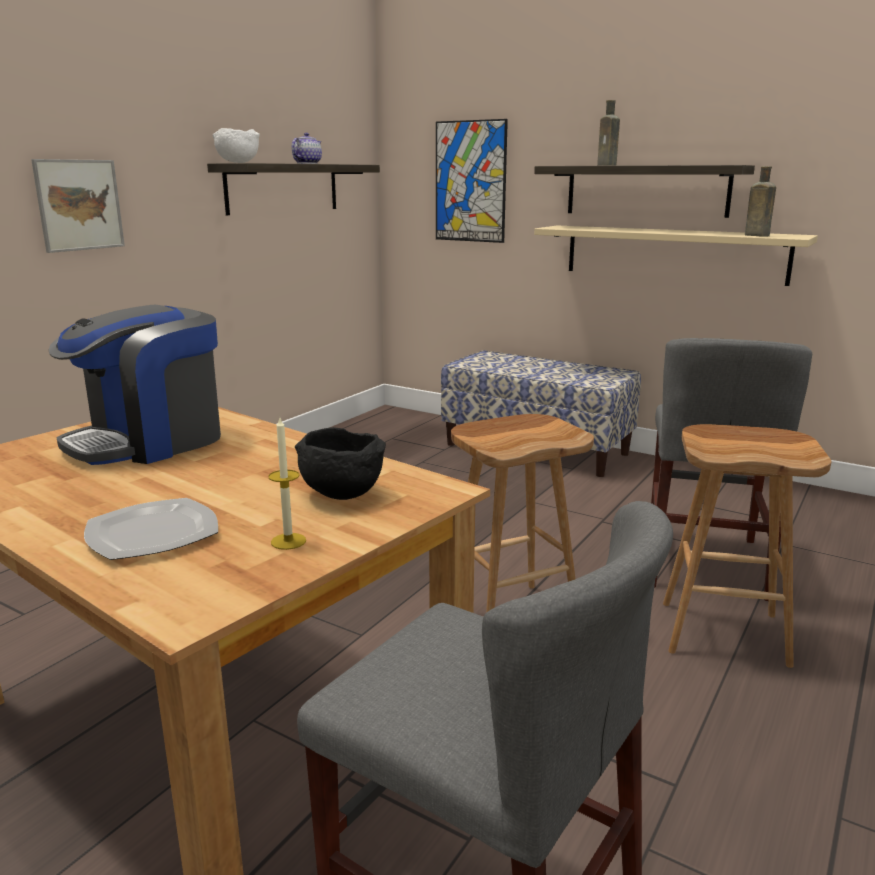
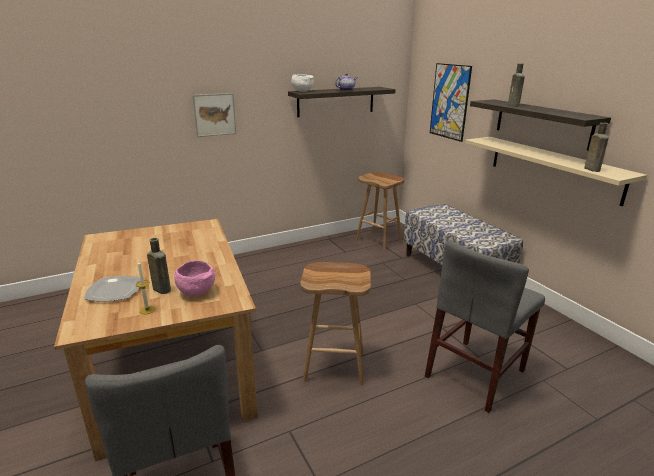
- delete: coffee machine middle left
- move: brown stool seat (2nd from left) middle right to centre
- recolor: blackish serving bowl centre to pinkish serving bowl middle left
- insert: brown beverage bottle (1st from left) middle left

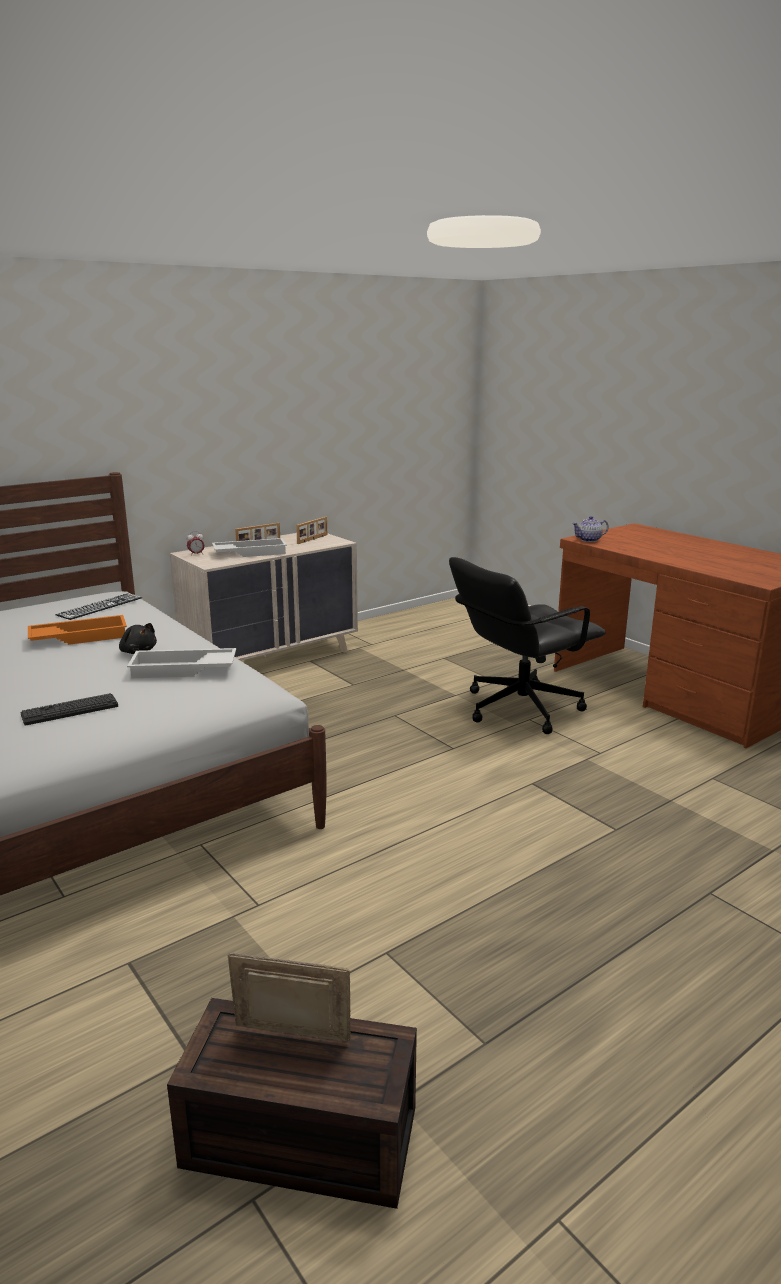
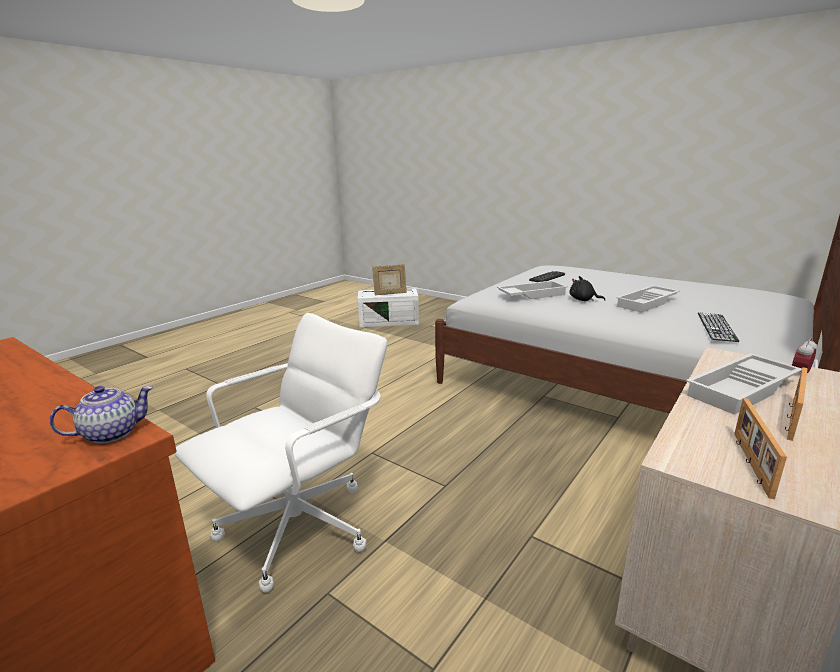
- recolor: blackish office chair middle right to whitish office chair bottom centre
- recolor: orangey serving tray middle left to whitish serving tray (2nd from left) middle right
- recolor: brown storage bin bottom centre to whitish storage bin centre

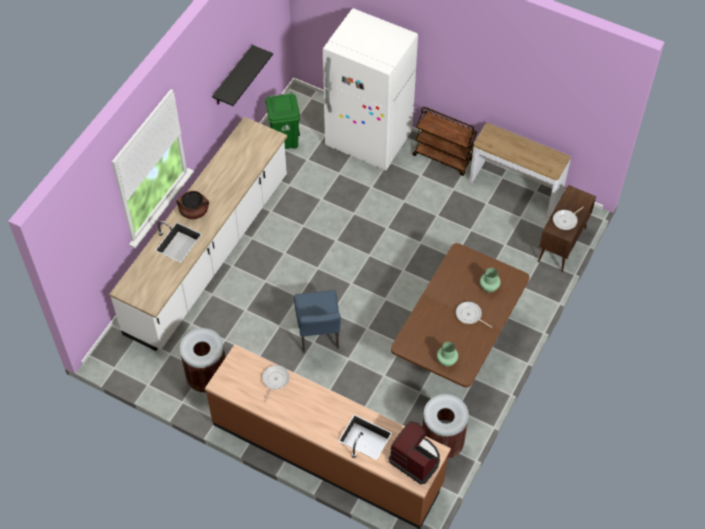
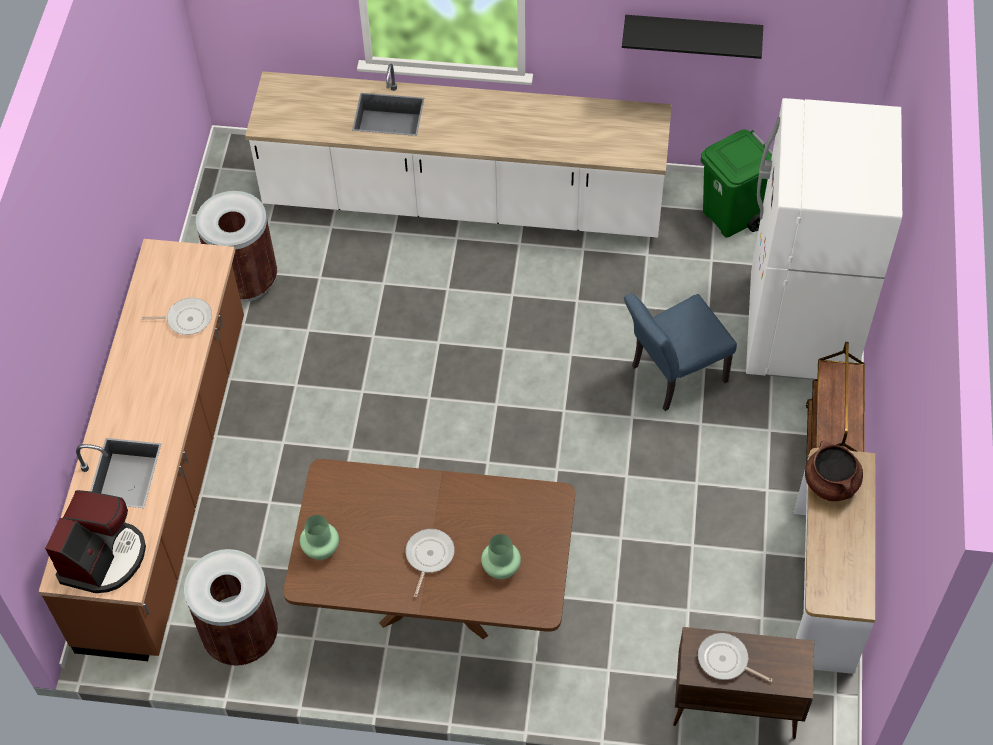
- move: brown stockpot middle left to middle right
- move: blue-coloured upright chair centre to middle right

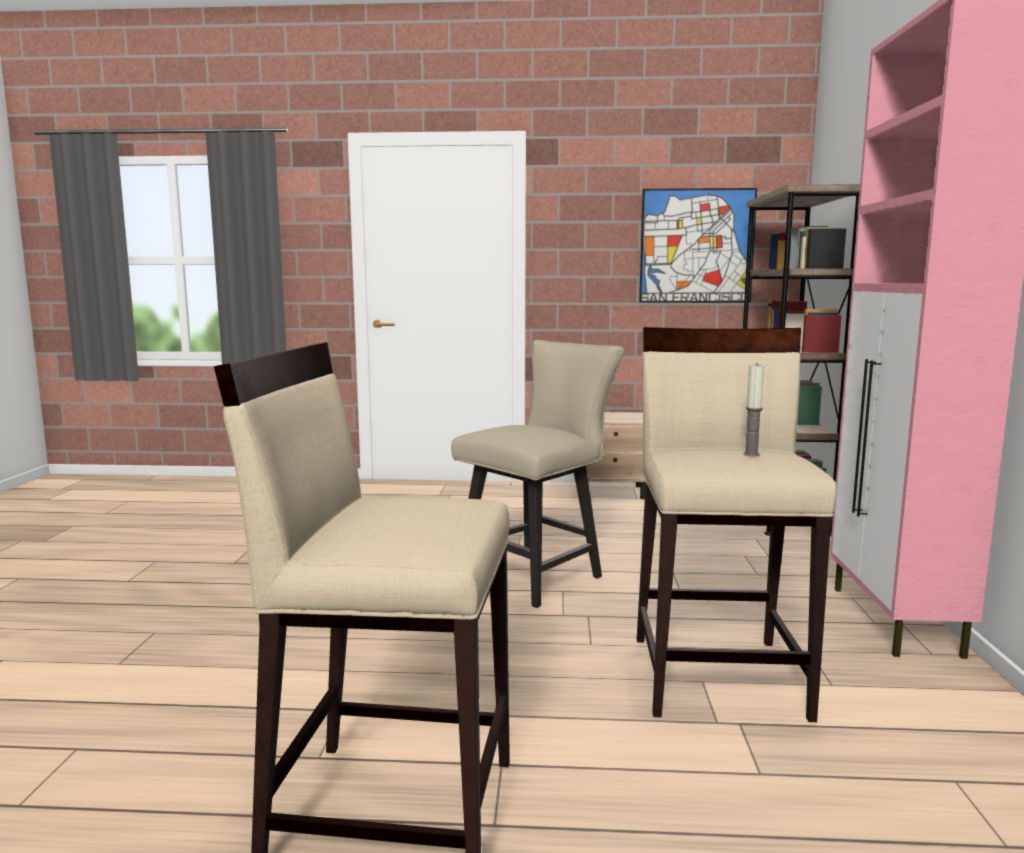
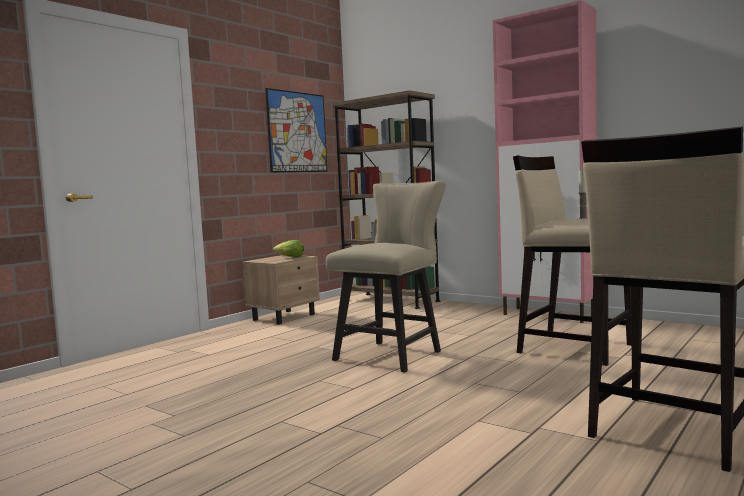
- rotate: beige upright chair centre = centre 45 degrees clockwise
- insert: lettuce centre

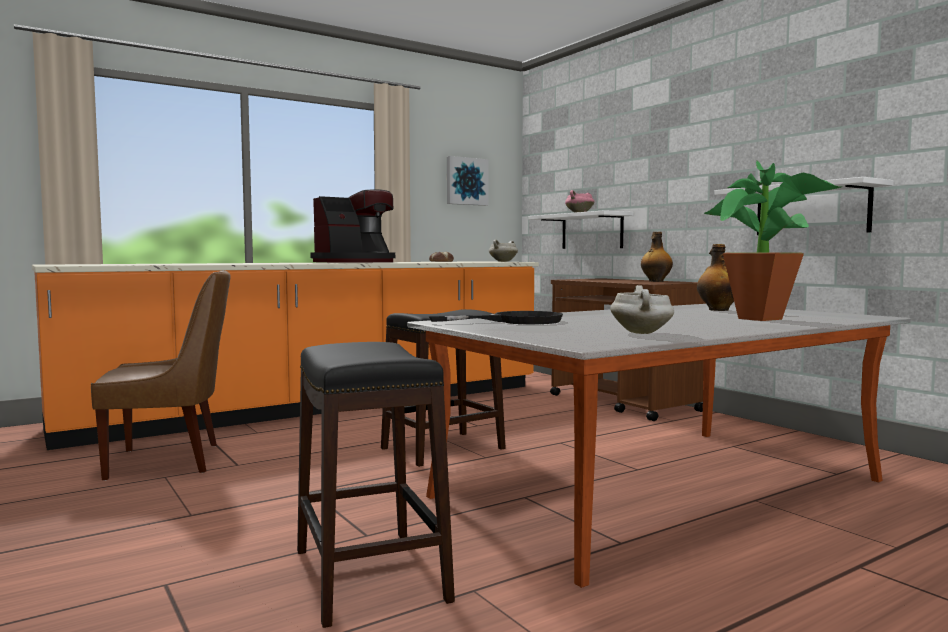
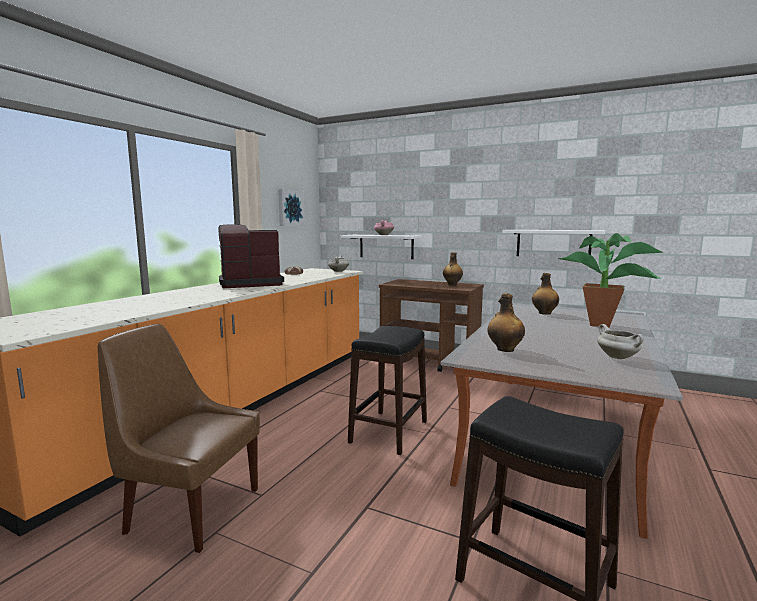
- rotate: coffee machine centre = middle left 135 degrees counterclockwise
- rotate: brown upright chair middle left = bottom left 120 degrees counterclockwise
- replace: blackish frying pan centre to beverage bottle (2nd from left) middle right

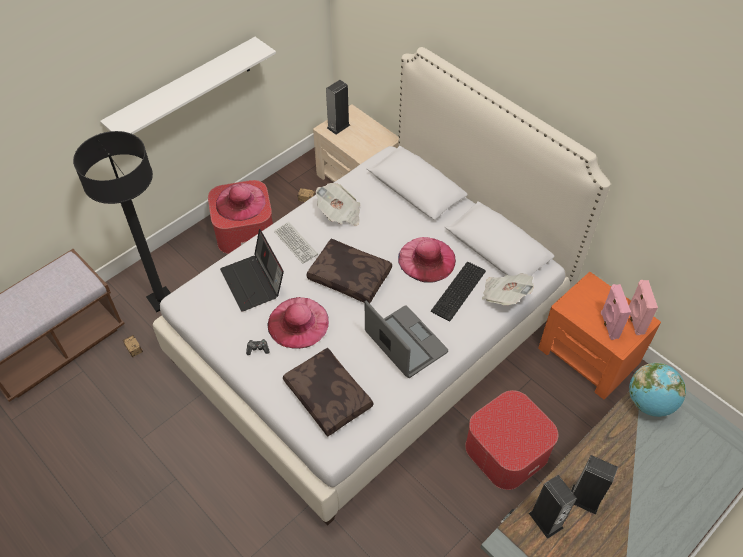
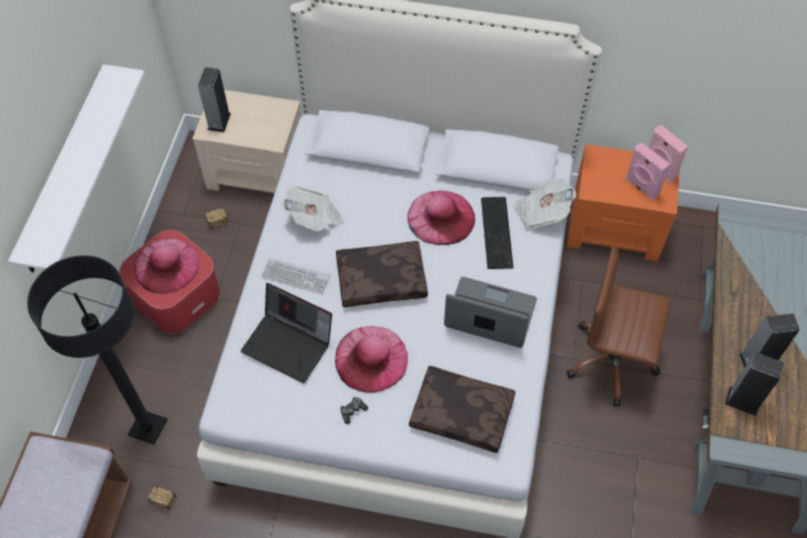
- delete: world globe bottom right
- replace: pouffe (2nd from left) bottom right to brown office chair middle right

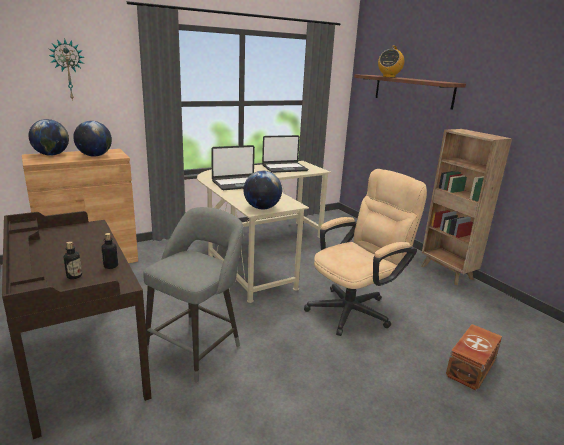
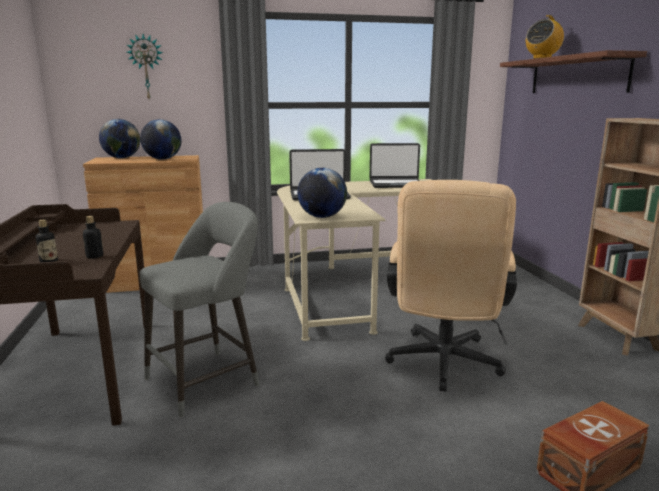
- rotate: beige office chair centre = middle right 120 degrees clockwise

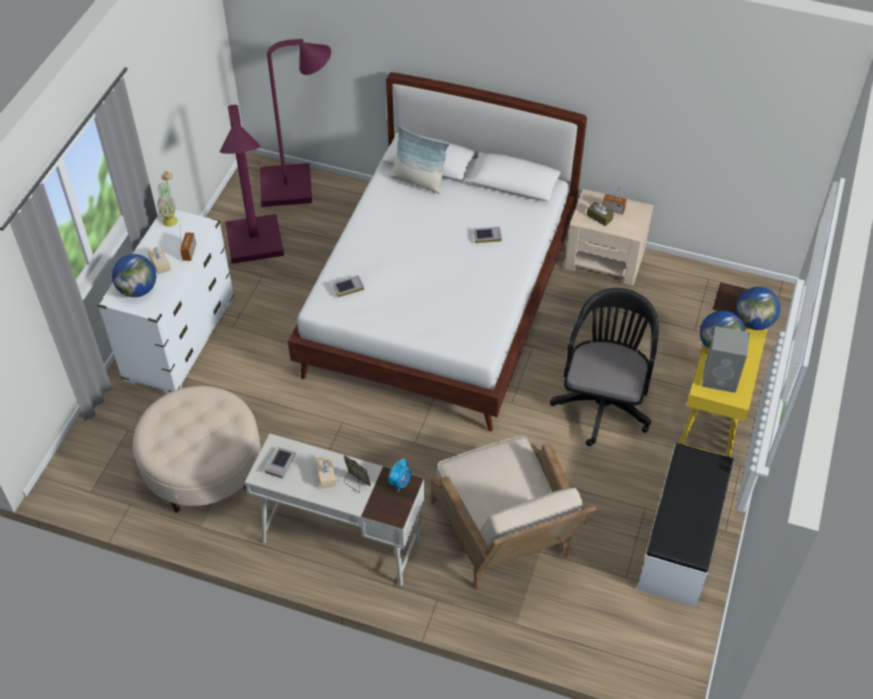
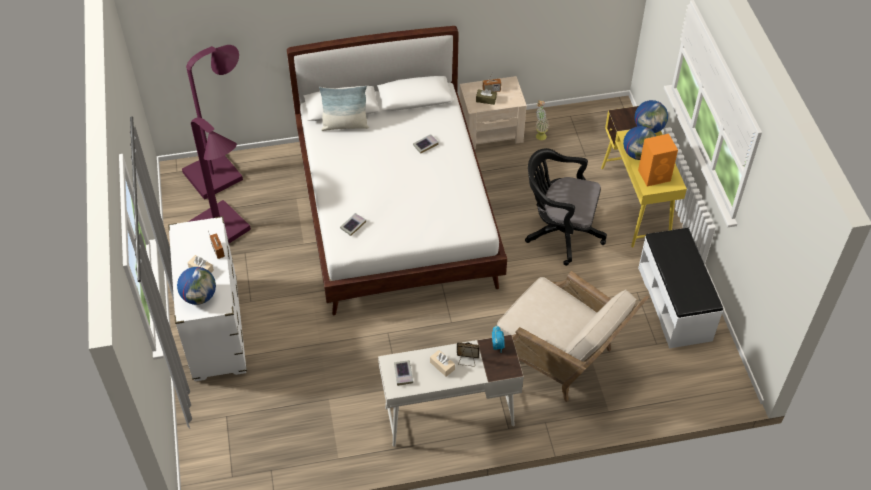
- move: potted plant top left to top centre
- rotate: blackish office chair middle right = centre 60 degrees counterclockwise
- recolor: grey audio speaker middle right to orangey audio speaker top right
- delete: beige pouffe middle left

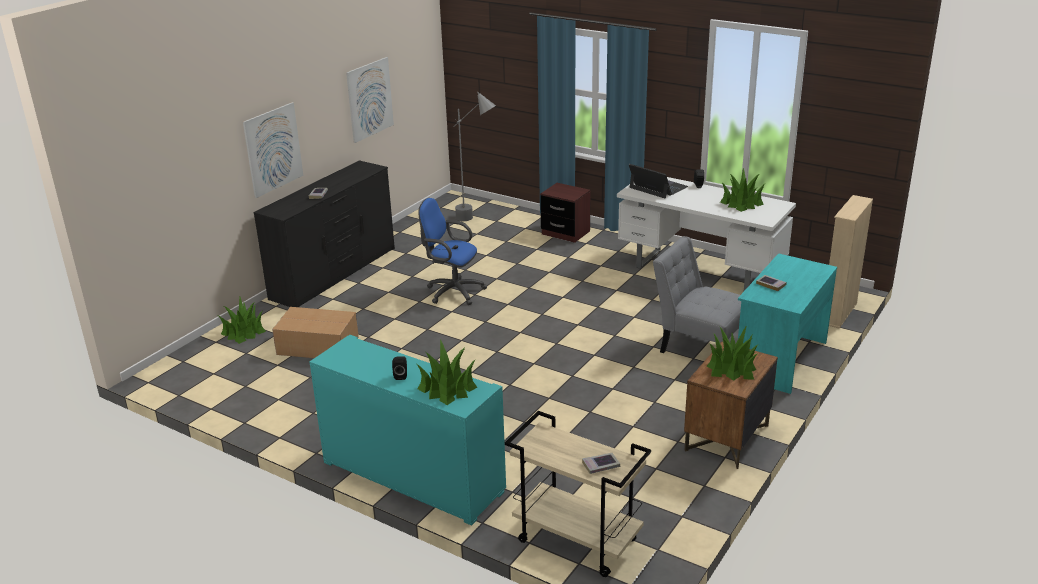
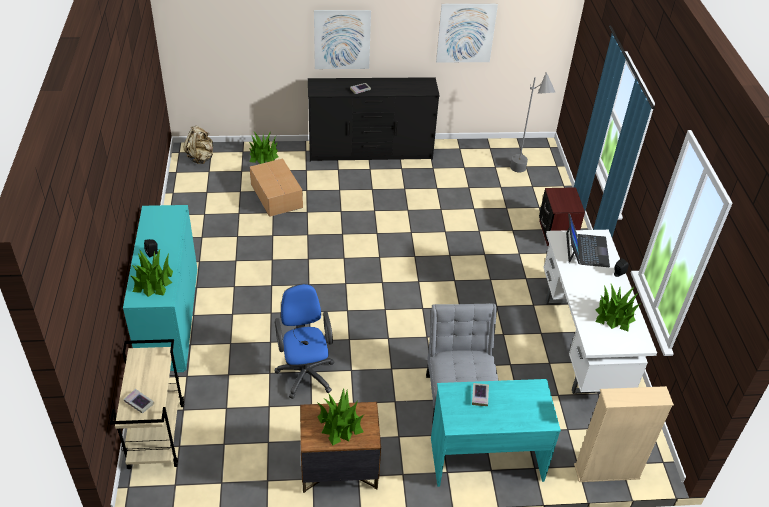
- move: blue-coloured office chair centre to bottom centre
- insert: beige rucksack top left

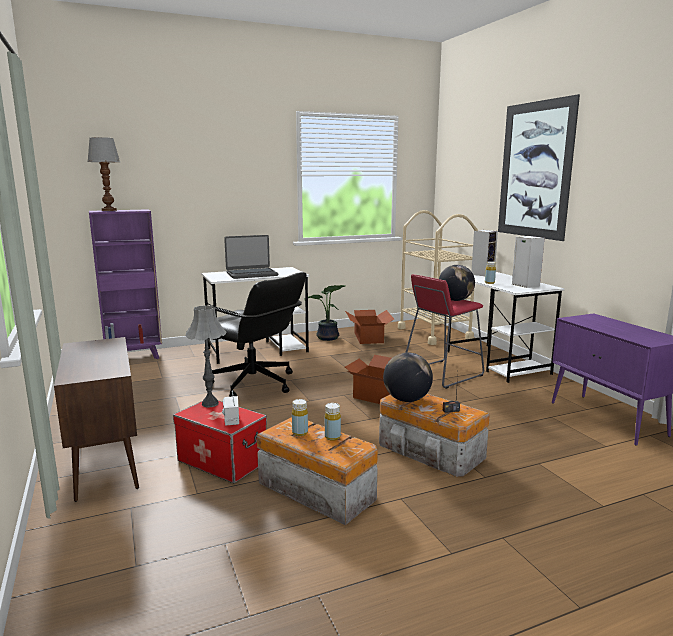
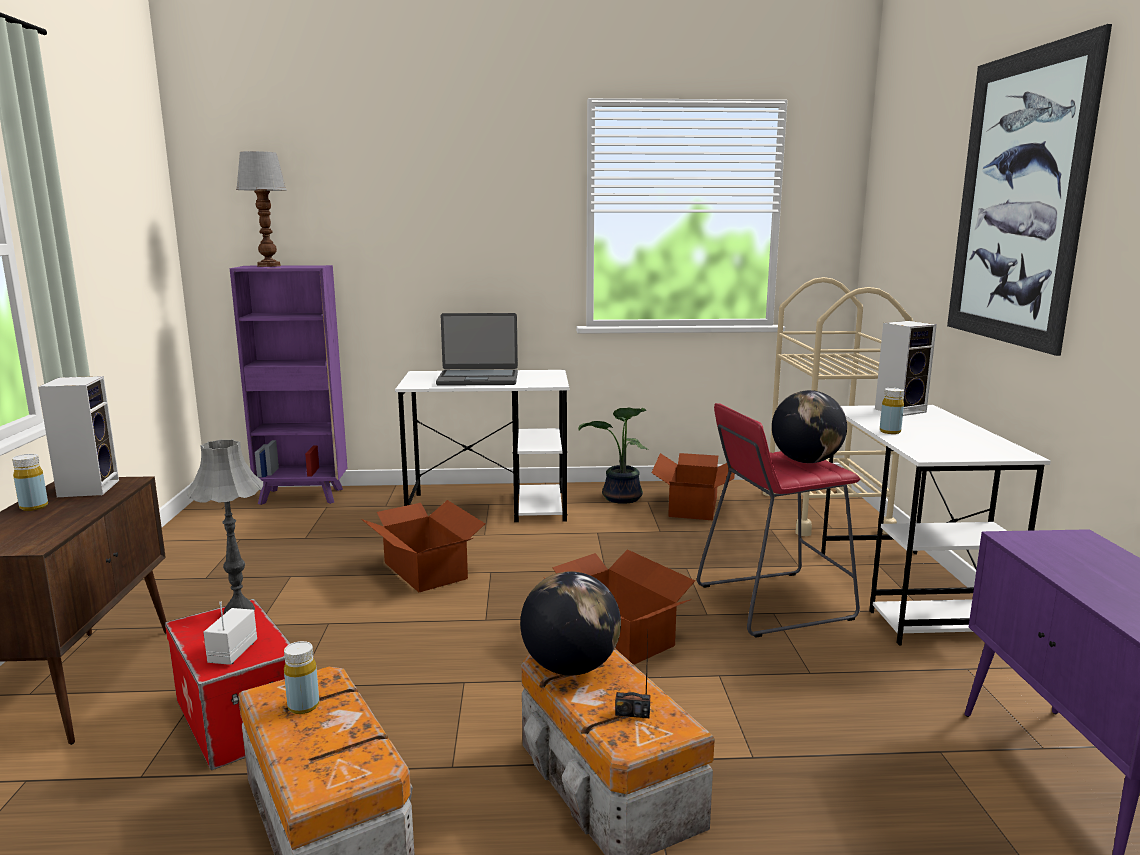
- move: audio speaker (2nd from left in the first image) middle right to audio speaker (1st from left) middle left
- replace: blackish office chair centre to packing box (1st from left) centre
- move: yellow beverage bottle (2nd from left in the first image) centre to yellow beverage bottle (1st from left) middle left

